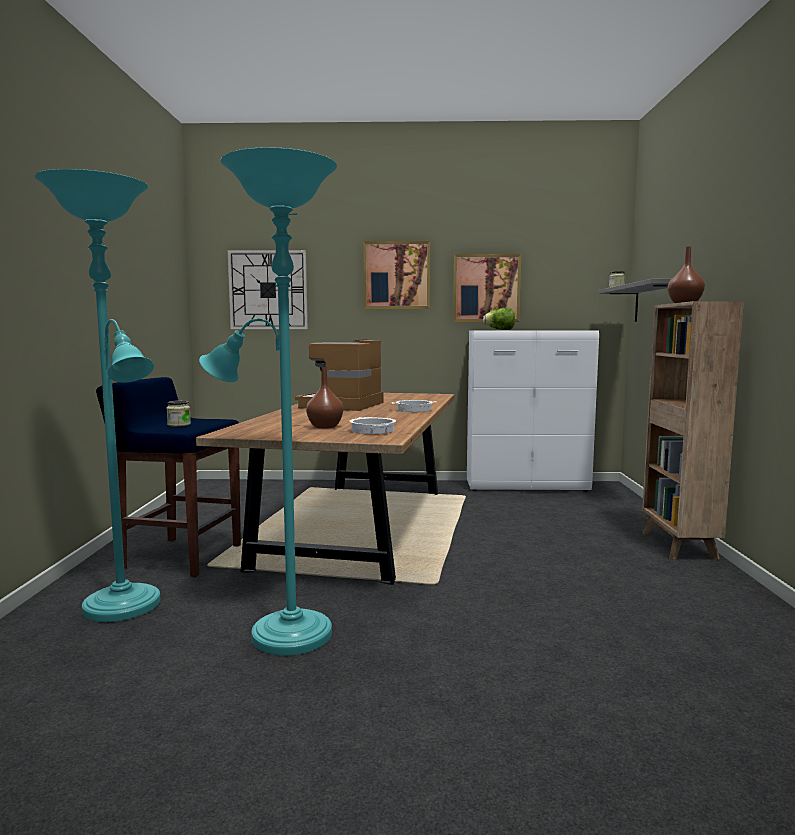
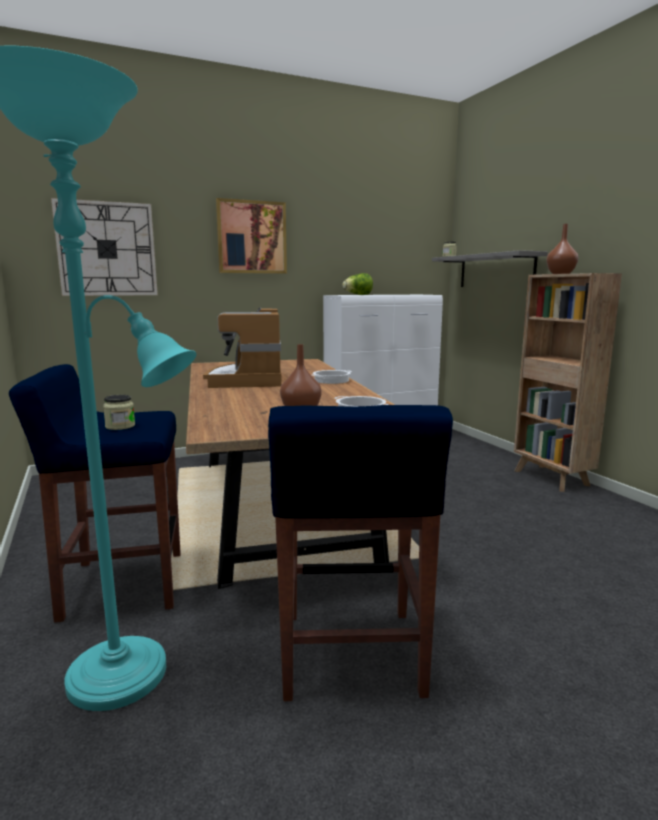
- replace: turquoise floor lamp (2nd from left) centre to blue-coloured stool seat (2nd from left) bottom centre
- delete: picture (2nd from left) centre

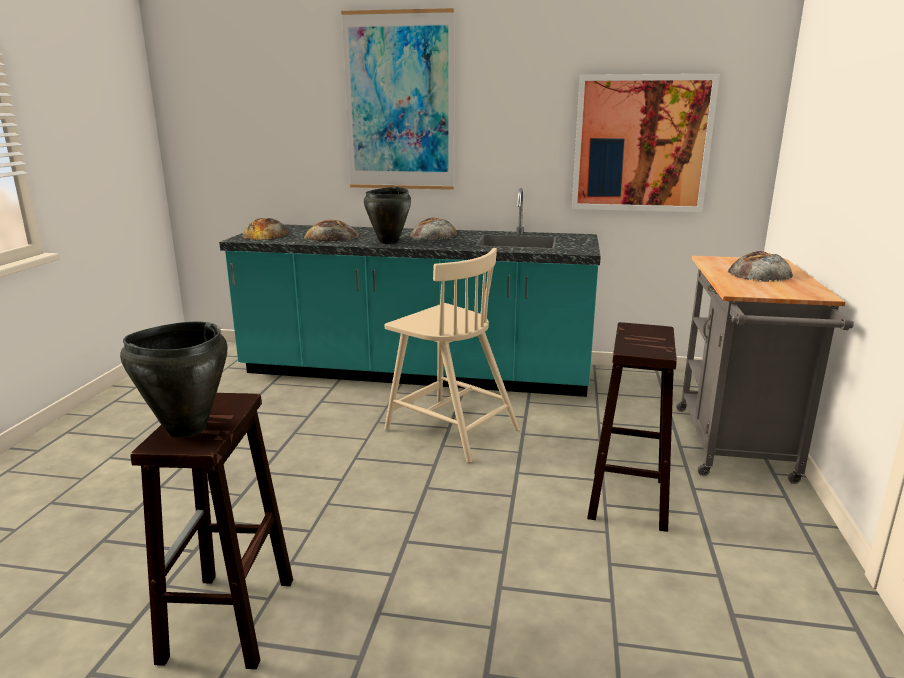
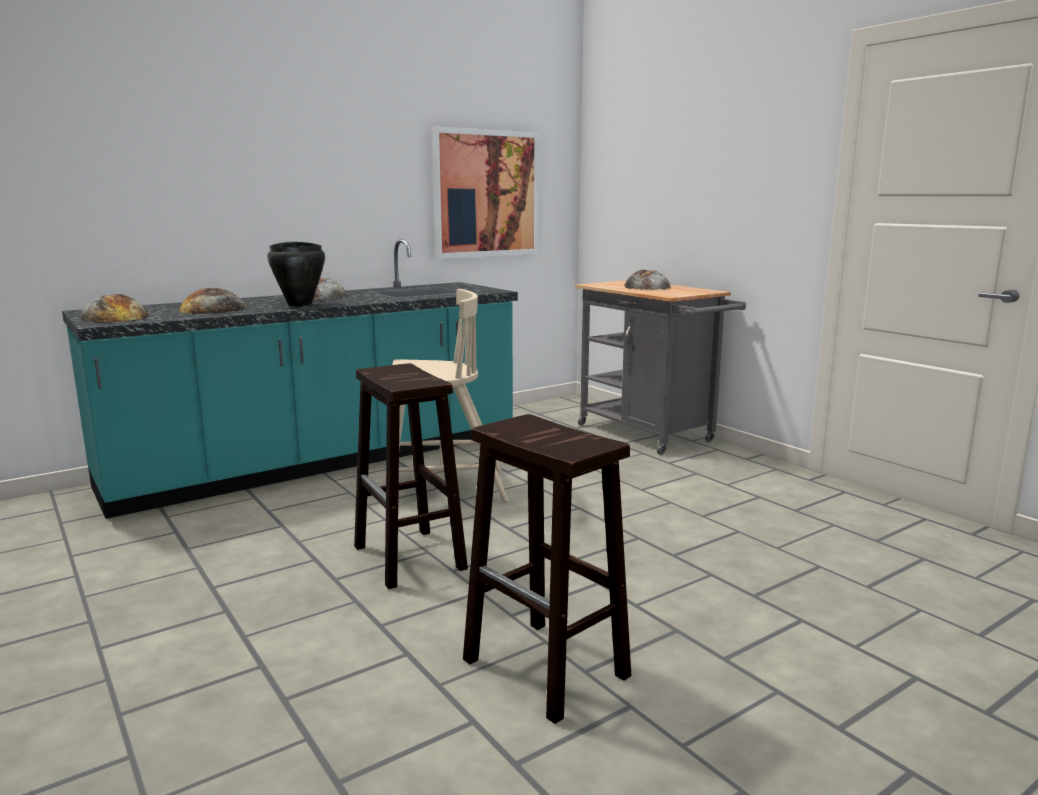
- delete: picture (1st from left) top centre
- delete: blackish stockpot (1st from left) middle left
- move: brown stool seat (2nd from left in the first image) middle right to brown stool seat (1st from left) centre

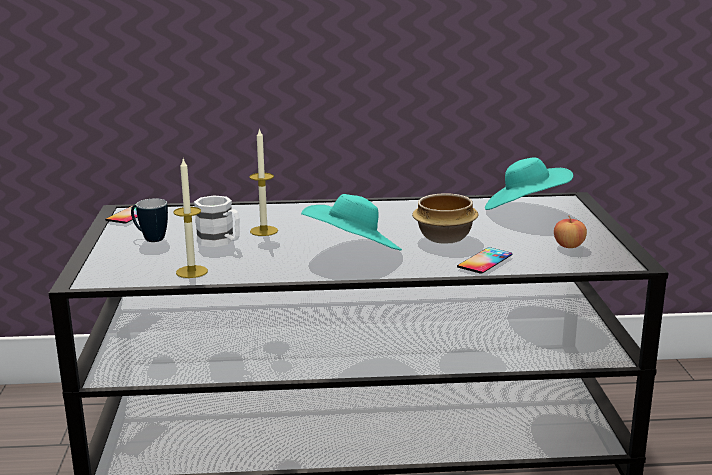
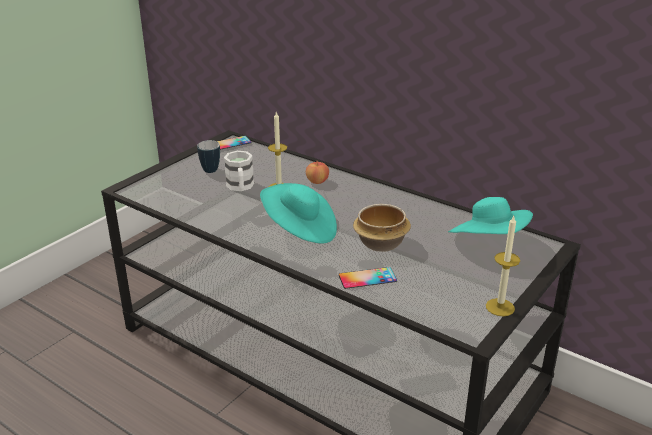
- move: candle (1st from left in the first image) middle left to candle (2nd from left) middle right
- move: apple middle right to centre

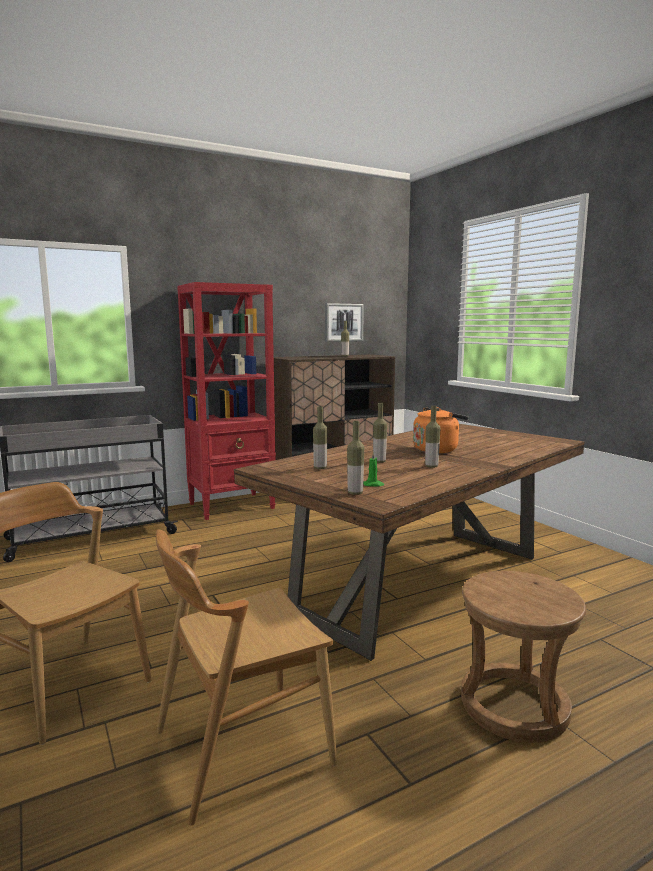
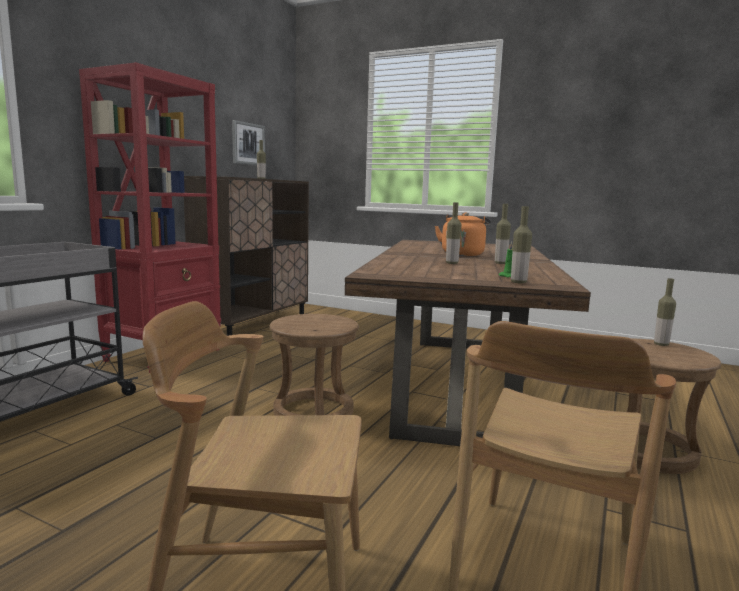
- move: beverage bottle (1st from left in the first image) centre to beverage bottle (5th from left) middle right
- insert: brown stool seat (1st from left) centre

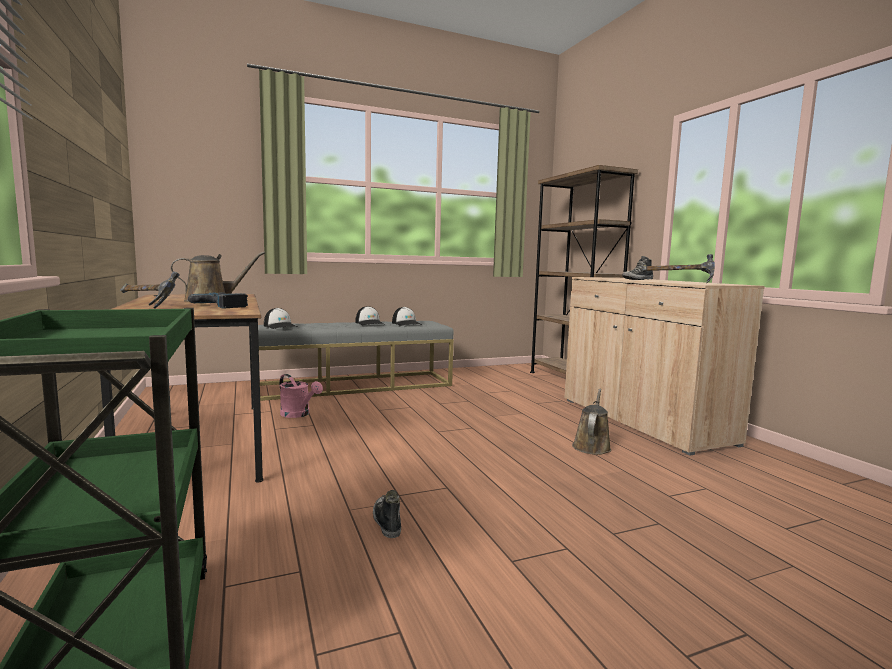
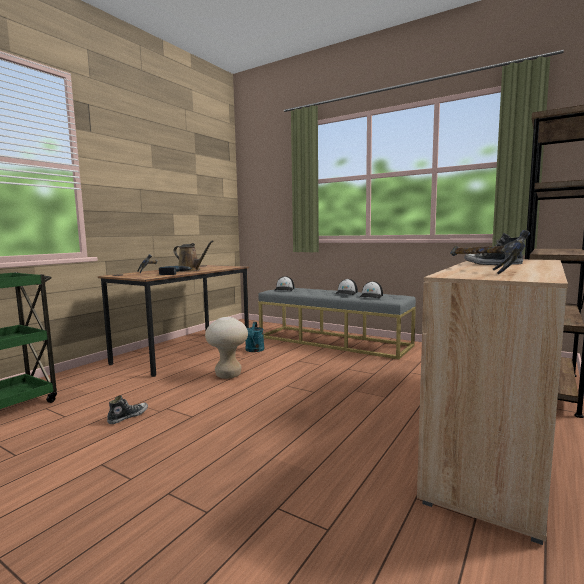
- recolor: pinkish watering can centre to turquoise watering can centre
- delete: brown watering can (2nd from left) centre
- insert: beige stool seat centre

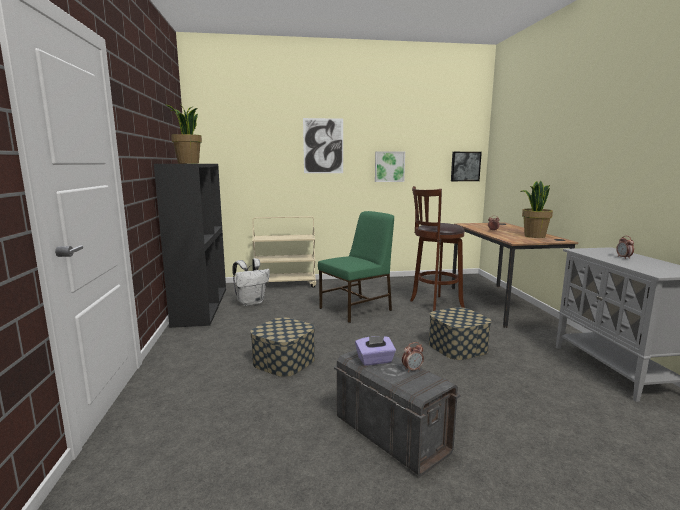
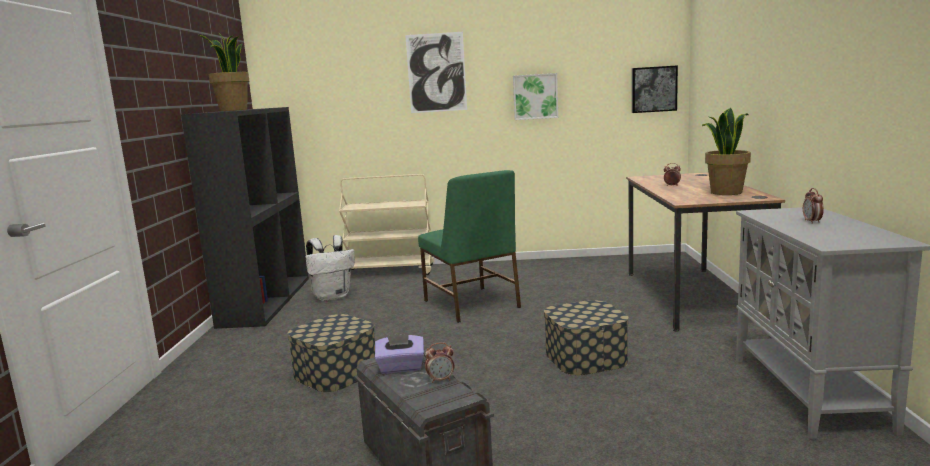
- delete: brown stool seat centre
- rotate: greenish upright chair centre = centre 90 degrees clockwise

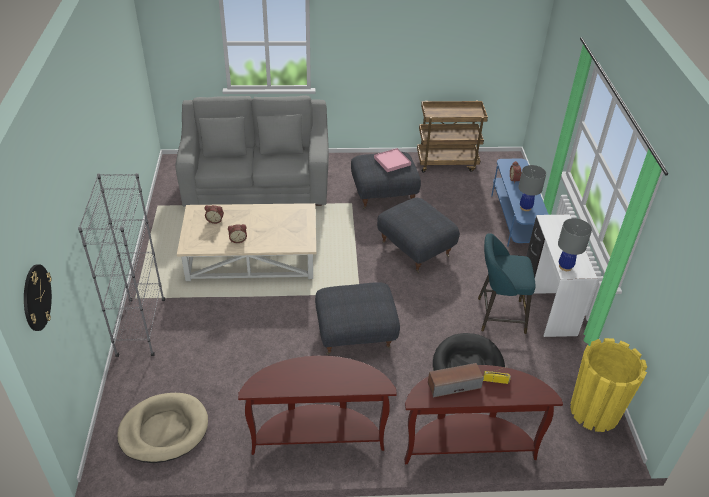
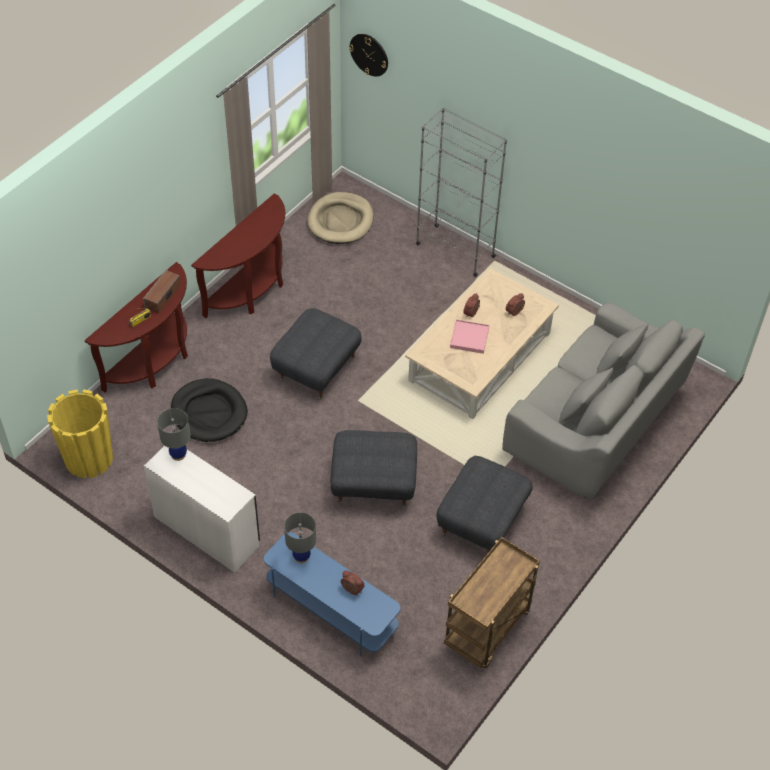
- move: pinkish serving tray top centre to centre
- delete: turquoise stool seat middle right

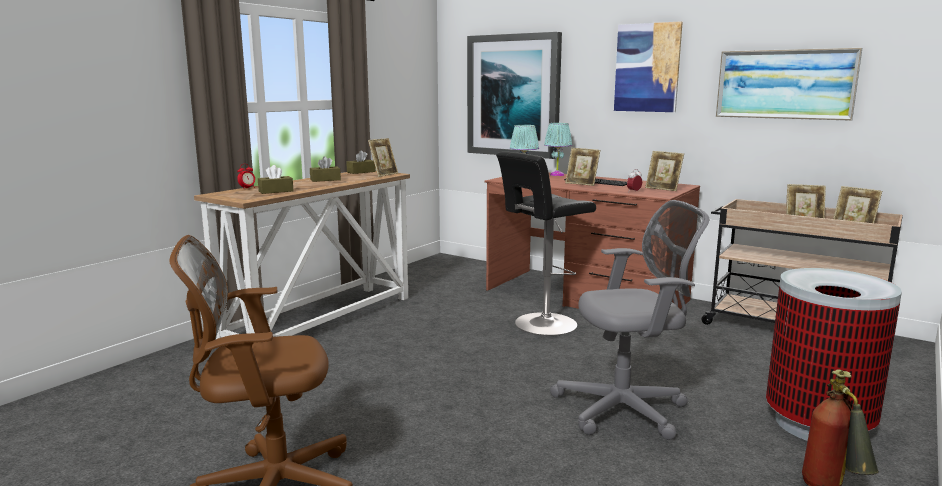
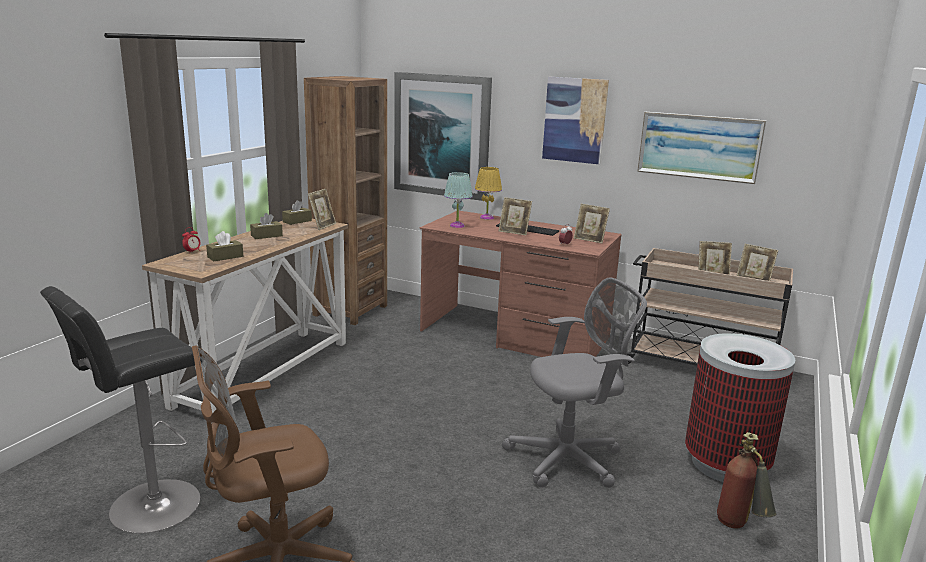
- recolor: turquoise table lamp (2nd from left) top centre to yellow table lamp centre
- move: blackish stool seat centre to bottom left
- insert: brown bookcase centre

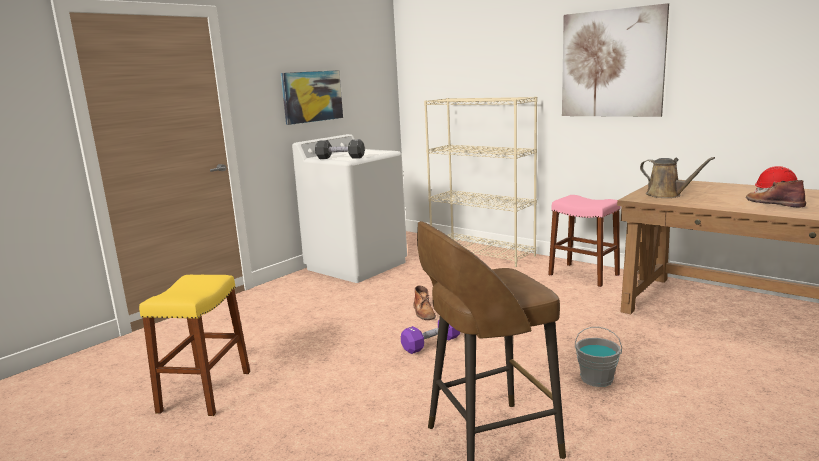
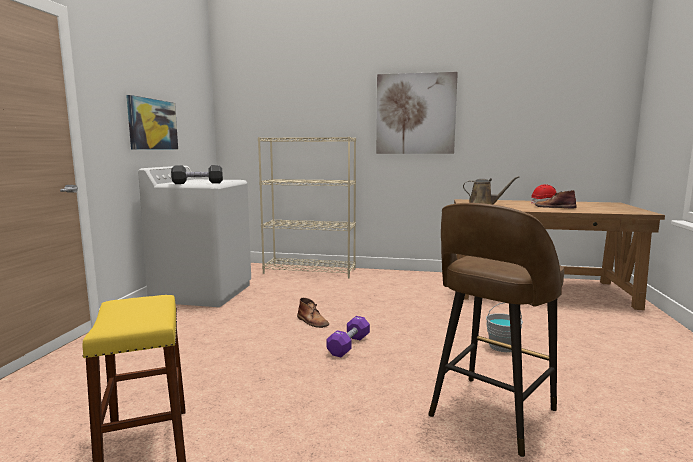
- delete: pinkish stool seat middle right

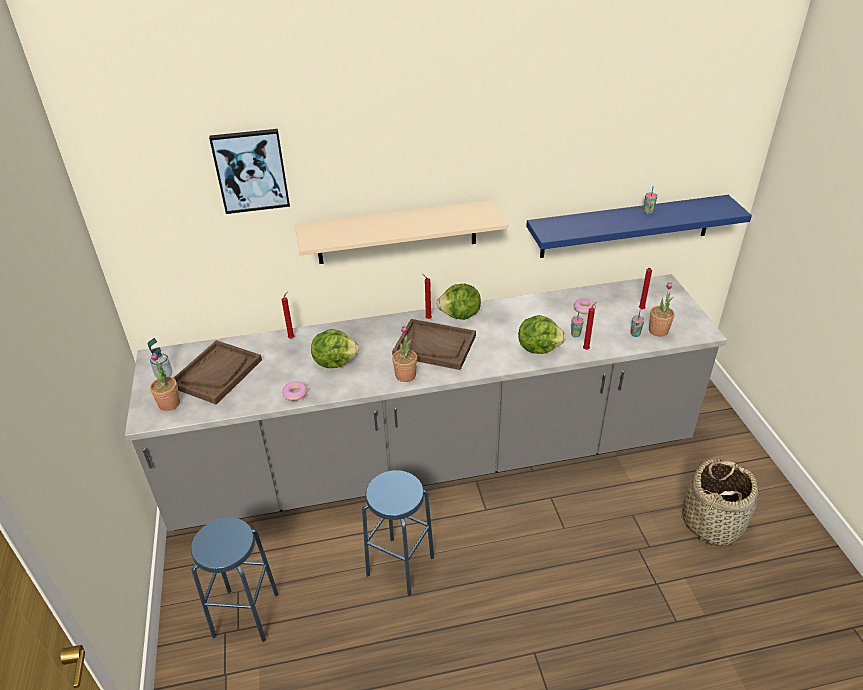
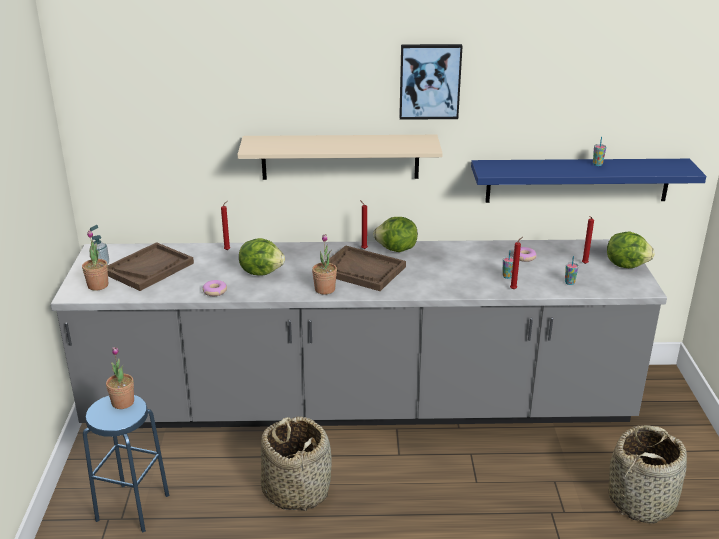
- move: picture top left to top centre
- move: potted plant (3rd from left in the first image) middle right to potted plant (2nd from left) bottom left
- move: lettuce (3rd from left) centre to middle right
- replace: blue-coloured stool seat (2nd from left) bottom centre to basket (1st from left) bottom centre

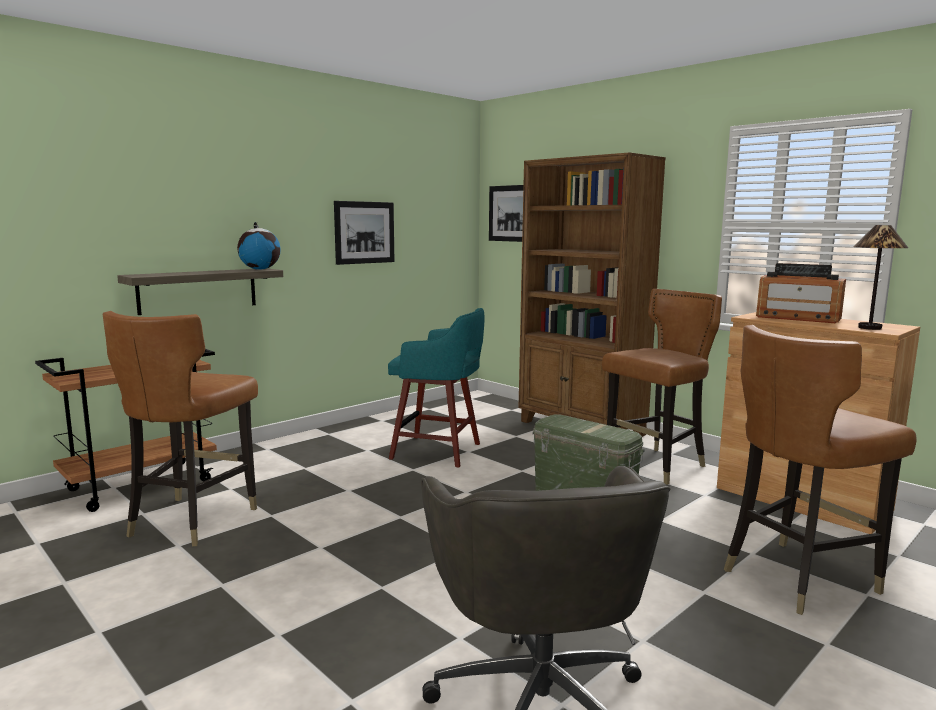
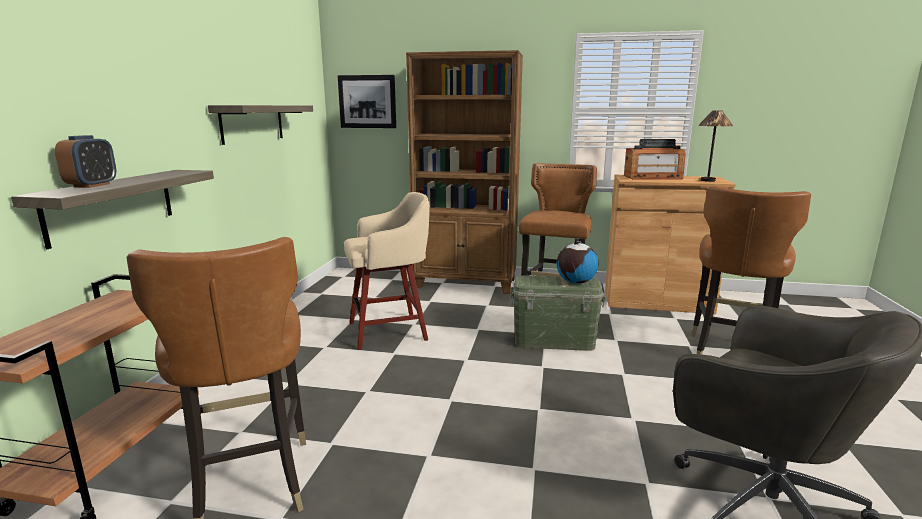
- replace: picture (1st from left) top centre to bracket shelf (2nd from left) top left
- move: world globe middle left to centre
- recolor: turquoise stool seat centre to beige stool seat centre
- insert: table clock top left

